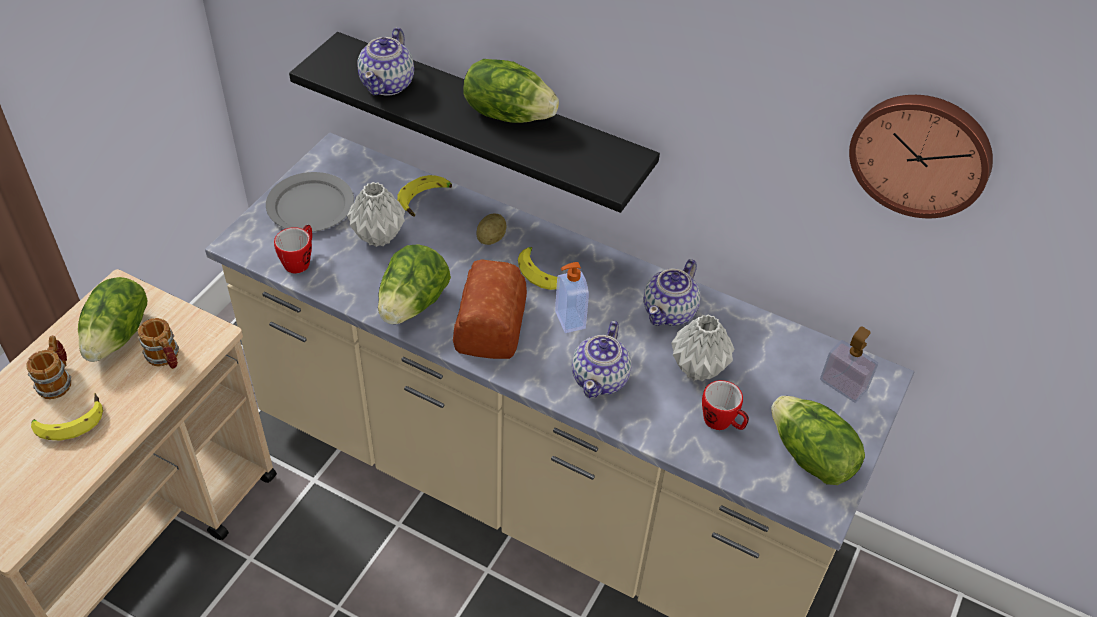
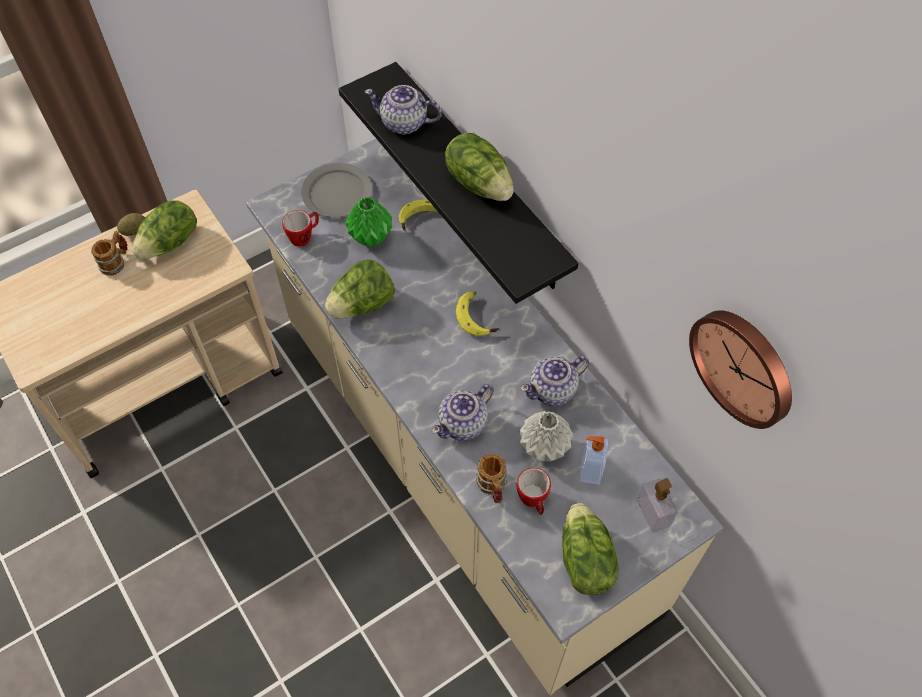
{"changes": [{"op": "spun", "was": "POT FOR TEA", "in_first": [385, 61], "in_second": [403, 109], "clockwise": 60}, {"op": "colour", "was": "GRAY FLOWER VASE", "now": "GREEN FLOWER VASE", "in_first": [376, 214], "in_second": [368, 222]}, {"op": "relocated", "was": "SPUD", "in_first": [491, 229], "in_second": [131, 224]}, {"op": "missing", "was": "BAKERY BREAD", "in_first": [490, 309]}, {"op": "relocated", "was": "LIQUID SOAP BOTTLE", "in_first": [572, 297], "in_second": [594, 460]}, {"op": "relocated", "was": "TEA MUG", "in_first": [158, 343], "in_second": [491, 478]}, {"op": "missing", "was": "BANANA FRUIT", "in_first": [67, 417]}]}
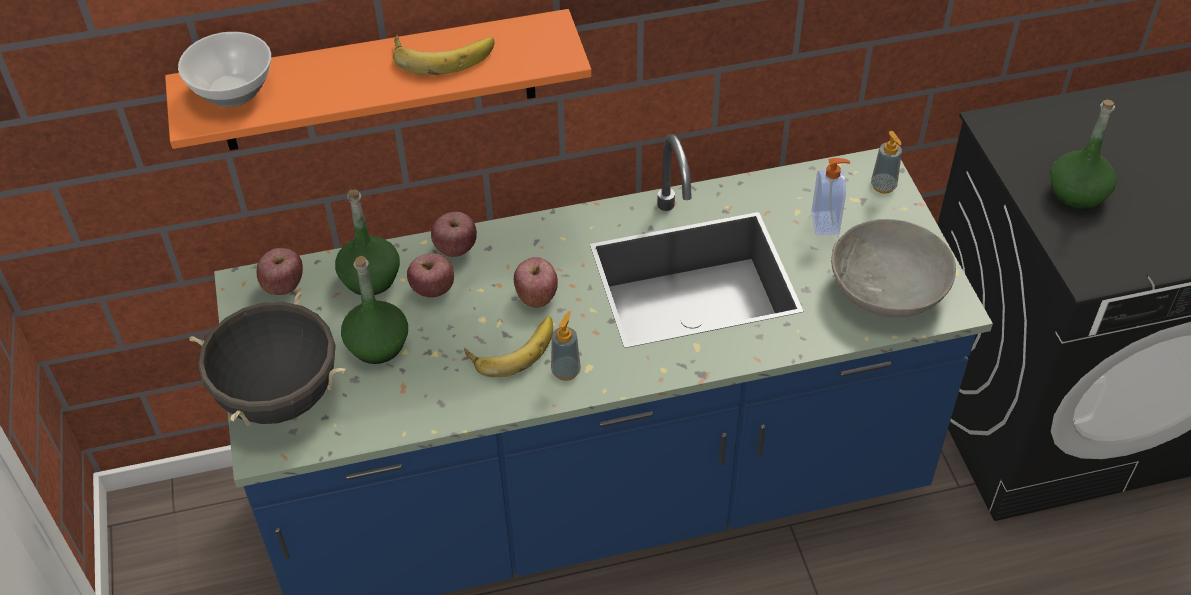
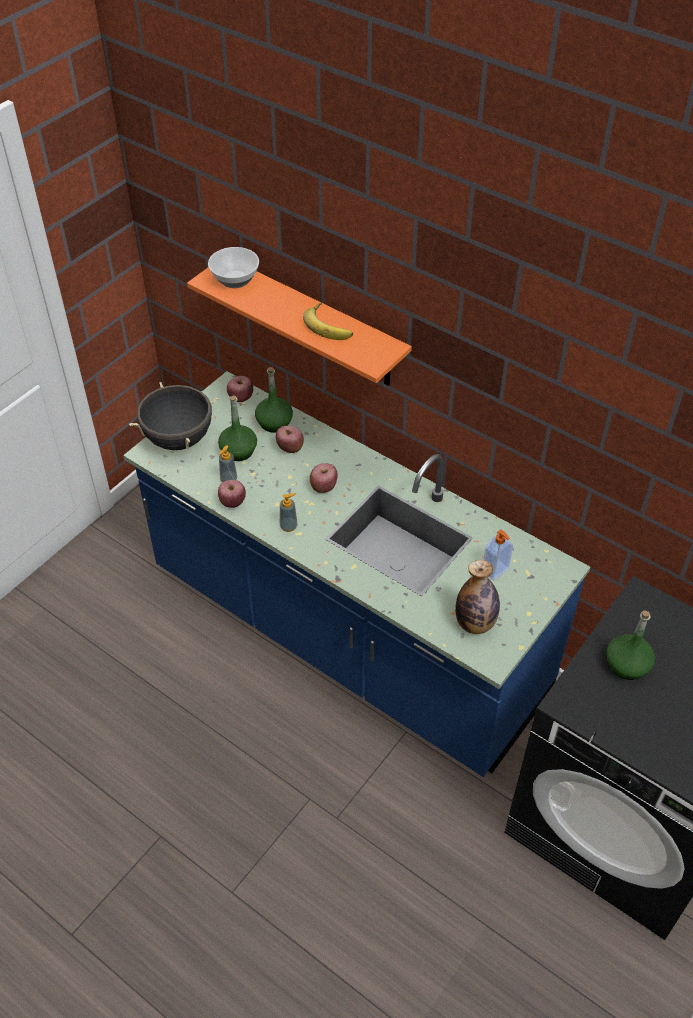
{"changes": [{"op": "relocated", "was": "LIQUID SOAP BOTTLE", "in_first": [886, 162], "in_second": [228, 463]}, {"op": "relocated", "was": "APPLE", "in_first": [454, 234], "in_second": [232, 494]}, {"op": "exchanged", "was": "GRAY DEEP DISH", "now": "DRINK BOTTLE", "in_first": [893, 268], "in_second": [477, 597]}, {"op": "missing", "was": "BANANA FRUIT", "in_first": [509, 346]}]}
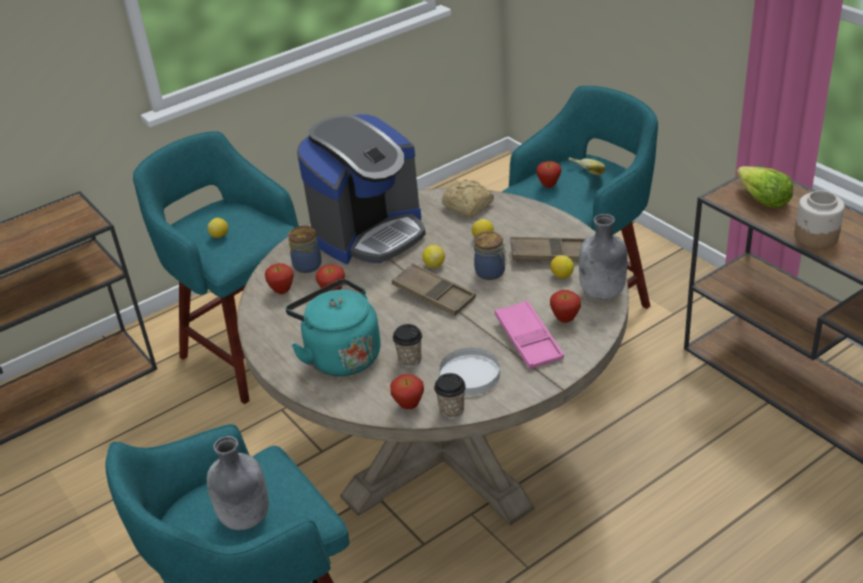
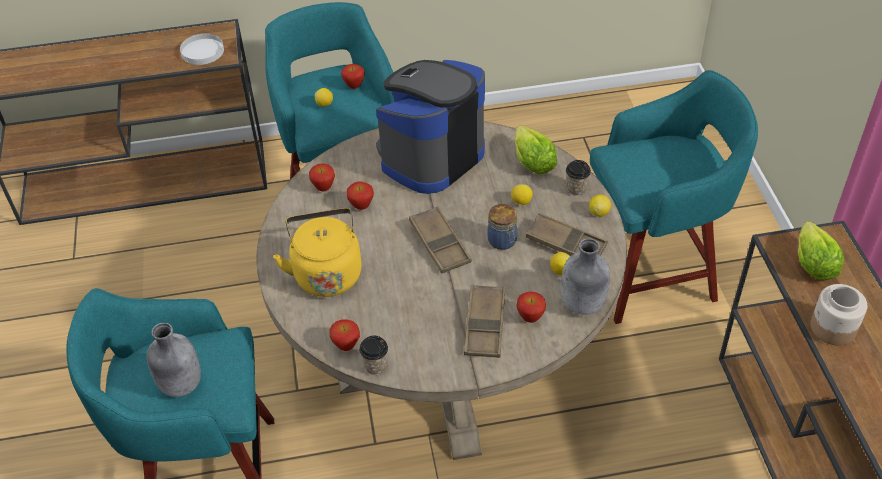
{"changes": [{"op": "spun", "was": "COFFEE BREWER", "in_first": [361, 189], "in_second": [430, 127], "clockwise": 150}, {"op": "missing", "was": "BANANA FRUIT", "in_first": [587, 166]}, {"op": "relocated", "was": "APPLE", "in_first": [548, 174], "in_second": [353, 76]}, {"op": "exchanged", "was": "BAKERY BREAD", "now": "LETTUCE", "in_first": [468, 198], "in_second": [536, 149]}, {"op": "missing", "was": "JAR", "in_first": [305, 249]}, {"op": "relocated", "was": "CITRUS FRUIT", "in_first": [433, 256], "in_second": [600, 206]}, {"op": "colour", "was": "BLUE-GREEN WATER KETTLE", "now": "YELLOW WATER KETTLE", "in_first": [333, 328], "in_second": [317, 252]}, {"op": "colour", "was": "PINKISH CARRYING TRAY", "now": "BROWN-COLOURED CARRYING TRAY", "in_first": [529, 334], "in_second": [484, 321]}, {"op": "relocated", "was": "CUP", "in_first": [407, 345], "in_second": [578, 178]}, {"op": "relocated", "was": "WHITISH PLATE", "in_first": [469, 371], "in_second": [202, 49]}]}
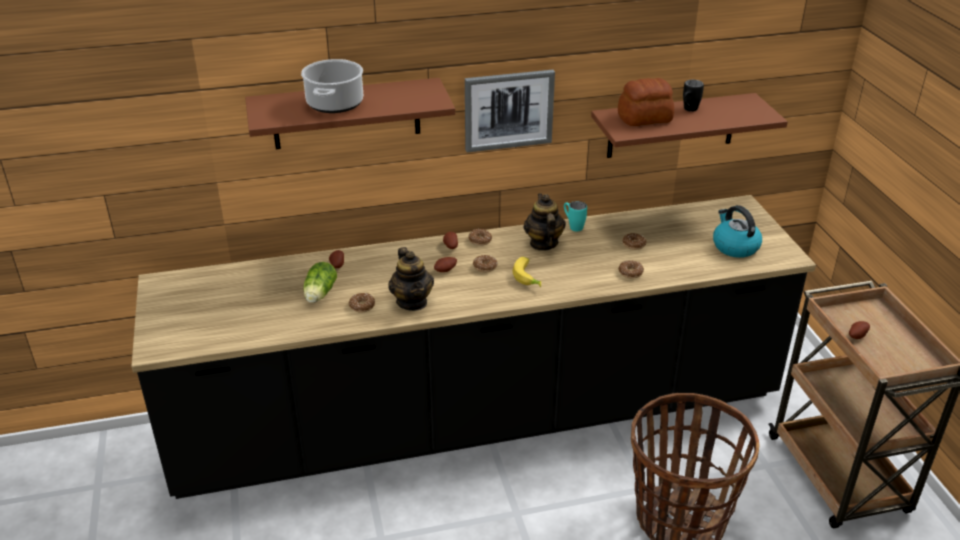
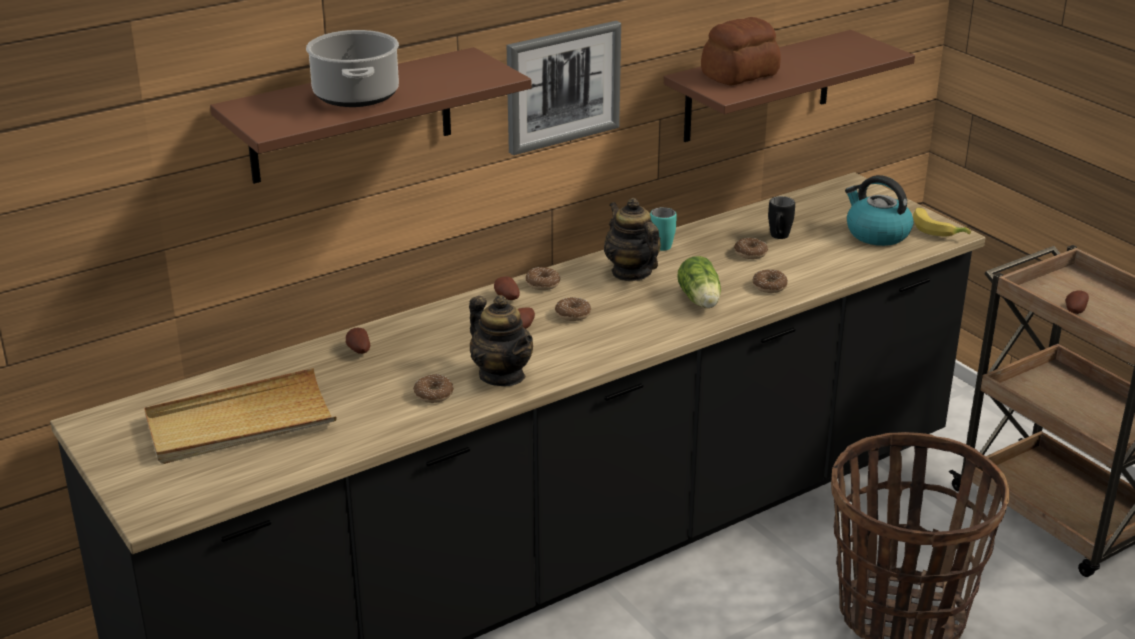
{"changes": [{"op": "relocated", "was": "BLACK-COLOURED TEA MUG", "in_first": [693, 96], "in_second": [781, 217]}, {"op": "relocated", "was": "BANANA FRUIT", "in_first": [527, 272], "in_second": [942, 222]}, {"op": "relocated", "was": "LETTUCE", "in_first": [320, 282], "in_second": [699, 282]}, {"op": "appeared", "now": "SAND-COLOURED CARRYING TRAY", "in_second": [240, 416]}]}
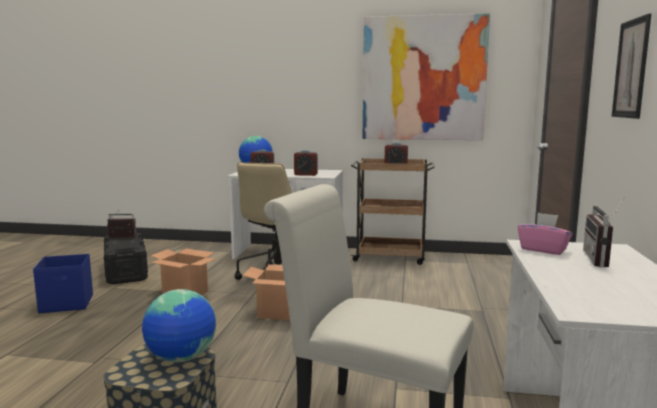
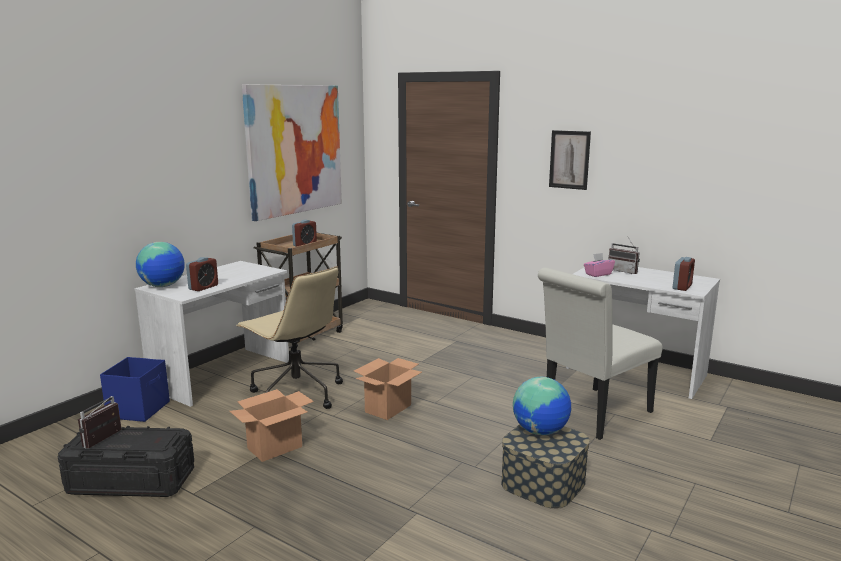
{"changes": [{"op": "relocated", "was": "BEDSIDE CLOCK", "in_first": [306, 163], "in_second": [684, 274]}, {"op": "relocated", "was": "BLUISH STORAGE CONTAINER", "in_first": [63, 283], "in_second": [135, 389]}]}
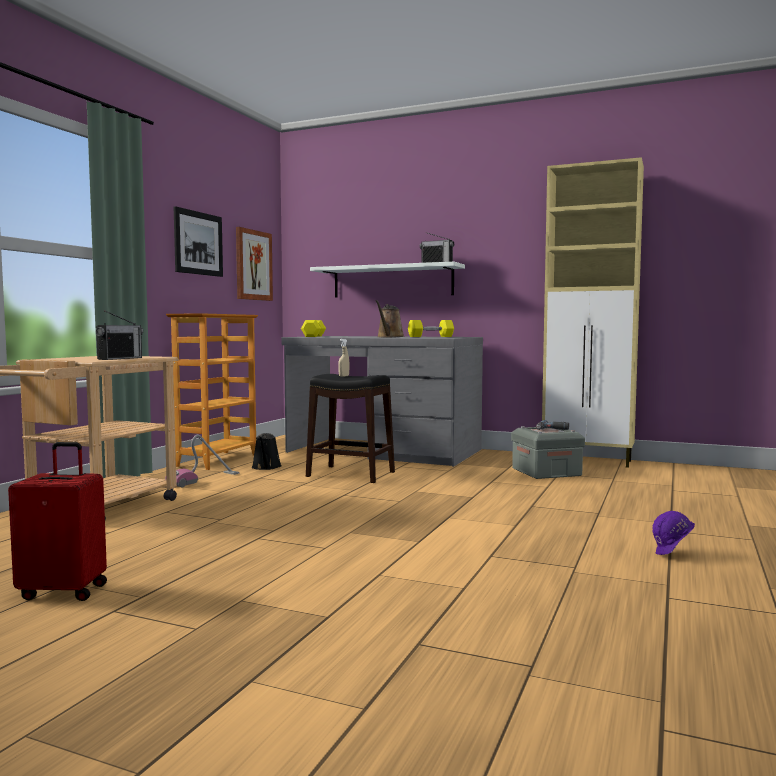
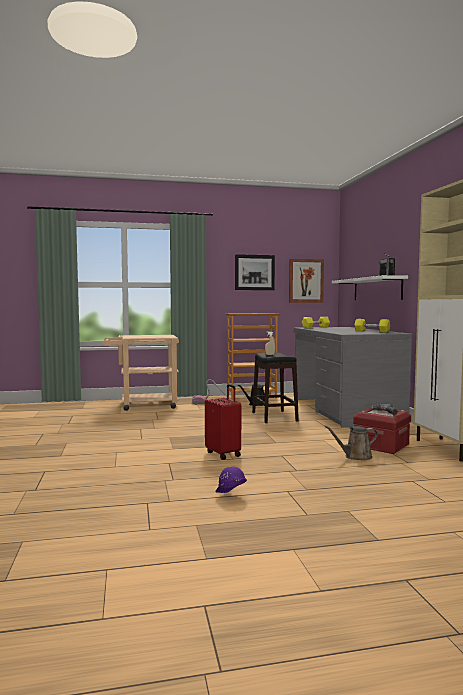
{"changes": [{"op": "relocated", "was": "BROWN-COLOURED WATERING CAN", "in_first": [390, 318], "in_second": [351, 443]}, {"op": "missing", "was": "RADIO", "in_first": [119, 335]}, {"op": "colour", "was": "GRAY STORAGE CONTAINER", "now": "RED-COLOURED STORAGE CONTAINER", "in_first": [548, 452], "in_second": [382, 431]}, {"op": "relocated", "was": "RED-COLOURED SUITCASE", "in_first": [57, 521], "in_second": [223, 422]}]}
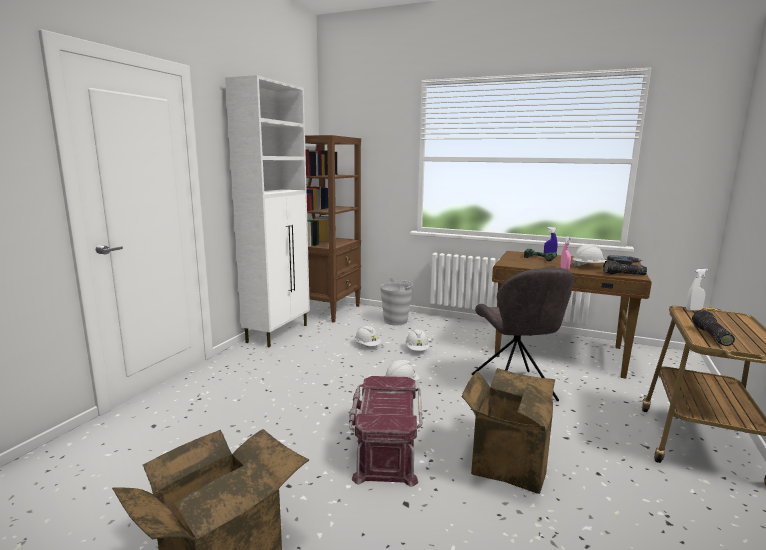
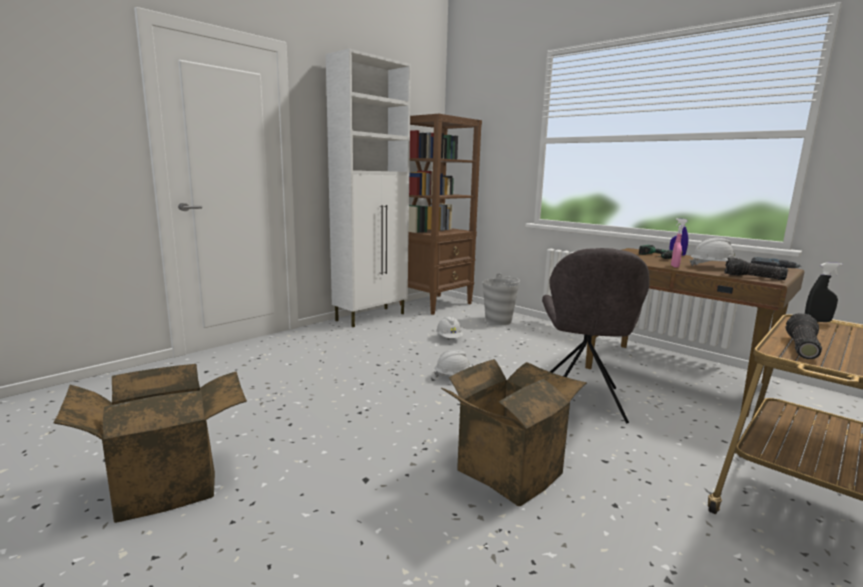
{"changes": [{"op": "colour", "was": "WHITISH SPRAYER", "now": "BLACK-COLOURED SPRAYER", "in_first": [697, 290], "in_second": [824, 292]}, {"op": "missing", "was": "WHITISH SAFETY HELMET", "in_first": [417, 340]}, {"op": "missing", "was": "RED-COLOURED STORAGE CONTAINER", "in_first": [385, 431]}]}
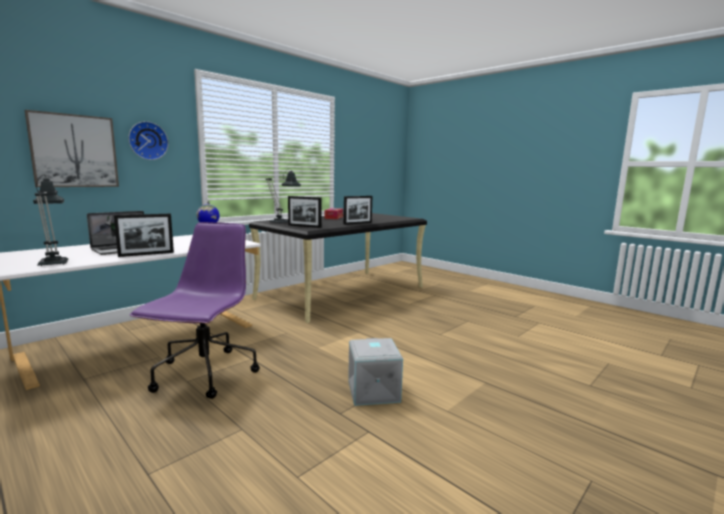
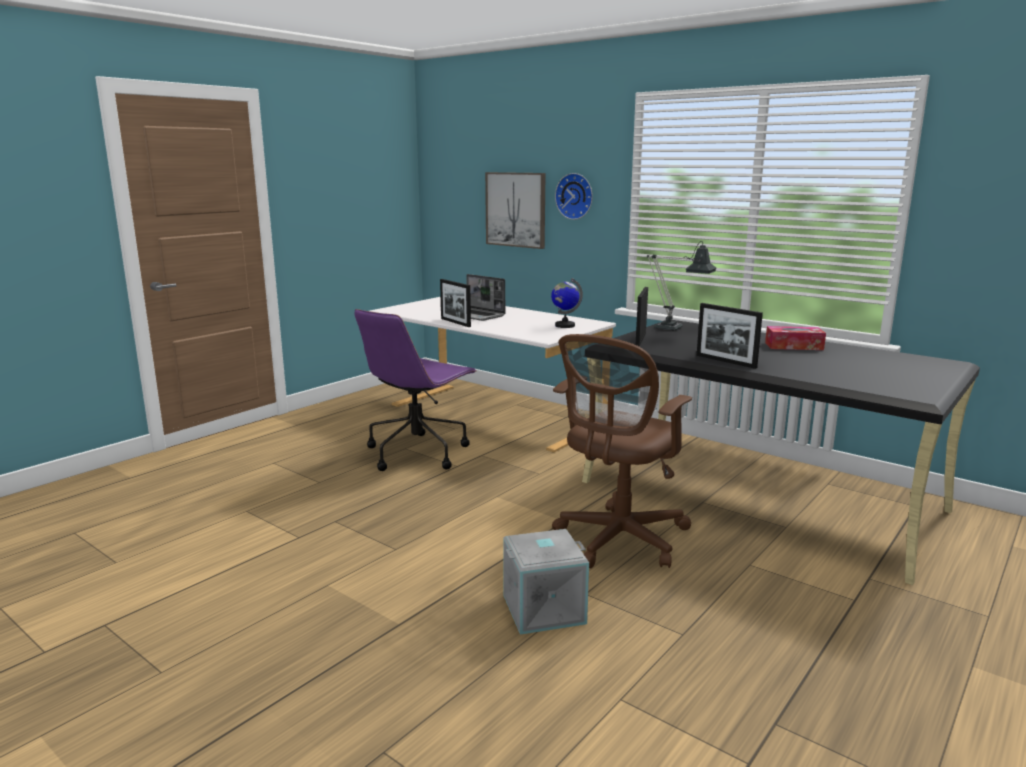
{"changes": [{"op": "missing", "was": "TABLE LAMP", "in_first": [50, 220]}, {"op": "spun", "was": "PURPLISH COMPUTER CHAIR", "in_first": [194, 310], "in_second": [415, 390], "clockwise": 120}, {"op": "relocated", "was": "GRAY STORAGE CONTAINER", "in_first": [375, 372], "in_second": [546, 582]}, {"op": "appeared", "now": "BROWN-COLOURED COMPUTER CHAIR", "in_second": [622, 451]}]}
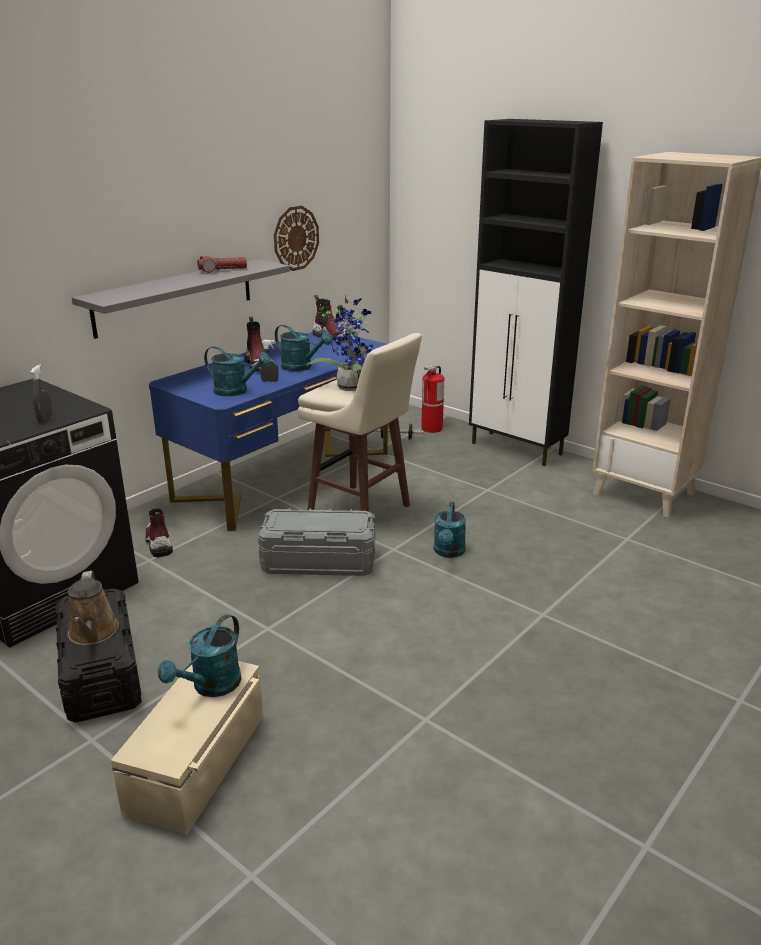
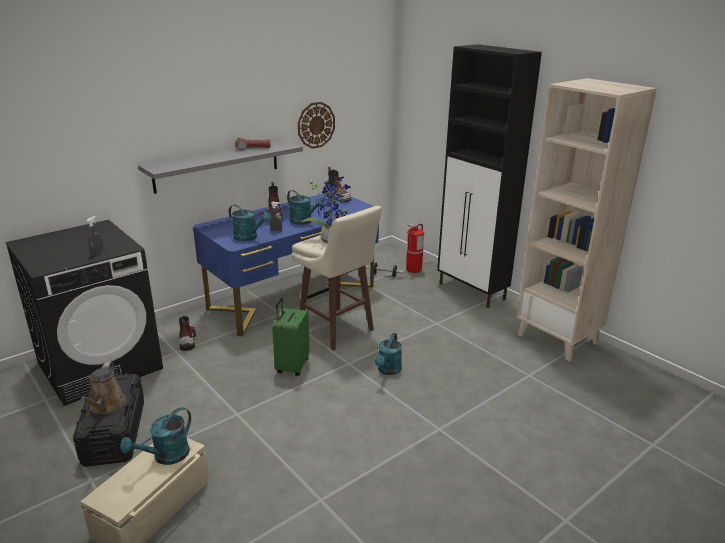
{"changes": [{"op": "exchanged", "was": "GRAY STORAGE CONTAINER", "now": "GREEN SUITCASE", "in_first": [316, 542], "in_second": [290, 337]}]}
